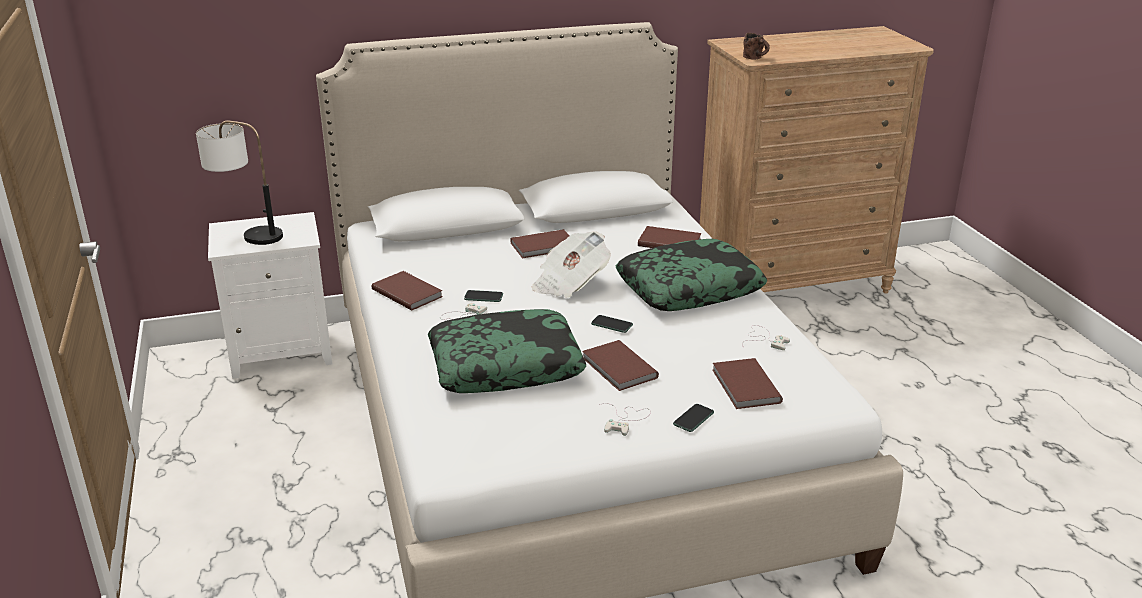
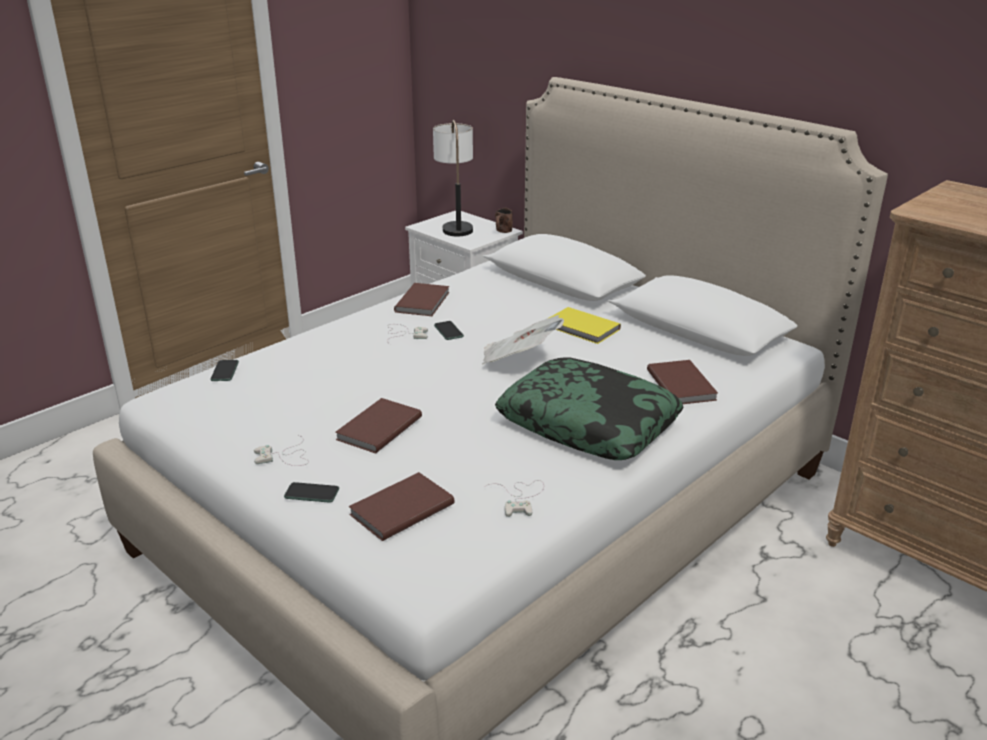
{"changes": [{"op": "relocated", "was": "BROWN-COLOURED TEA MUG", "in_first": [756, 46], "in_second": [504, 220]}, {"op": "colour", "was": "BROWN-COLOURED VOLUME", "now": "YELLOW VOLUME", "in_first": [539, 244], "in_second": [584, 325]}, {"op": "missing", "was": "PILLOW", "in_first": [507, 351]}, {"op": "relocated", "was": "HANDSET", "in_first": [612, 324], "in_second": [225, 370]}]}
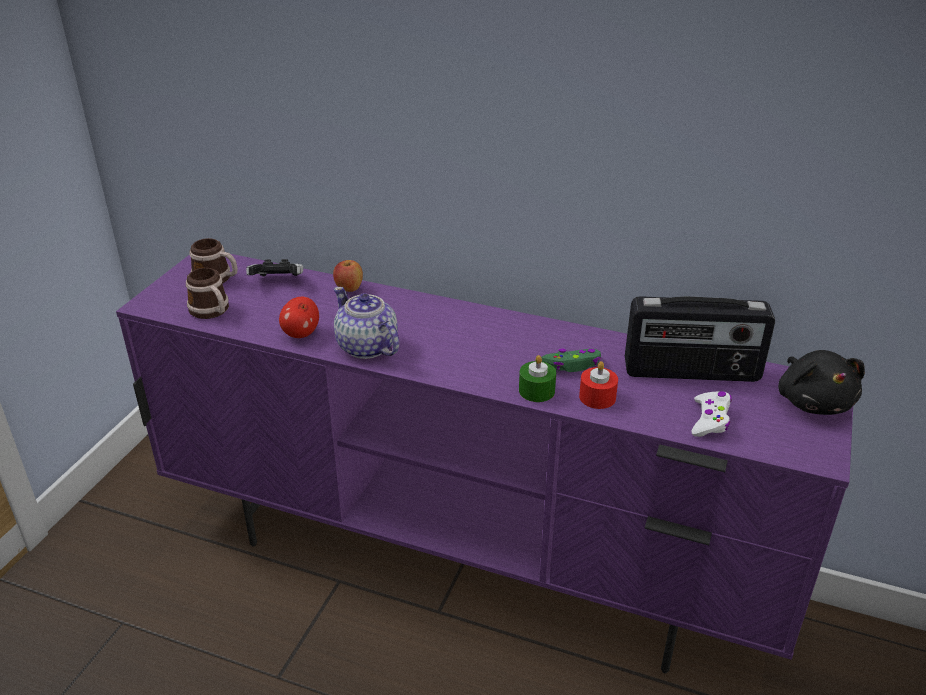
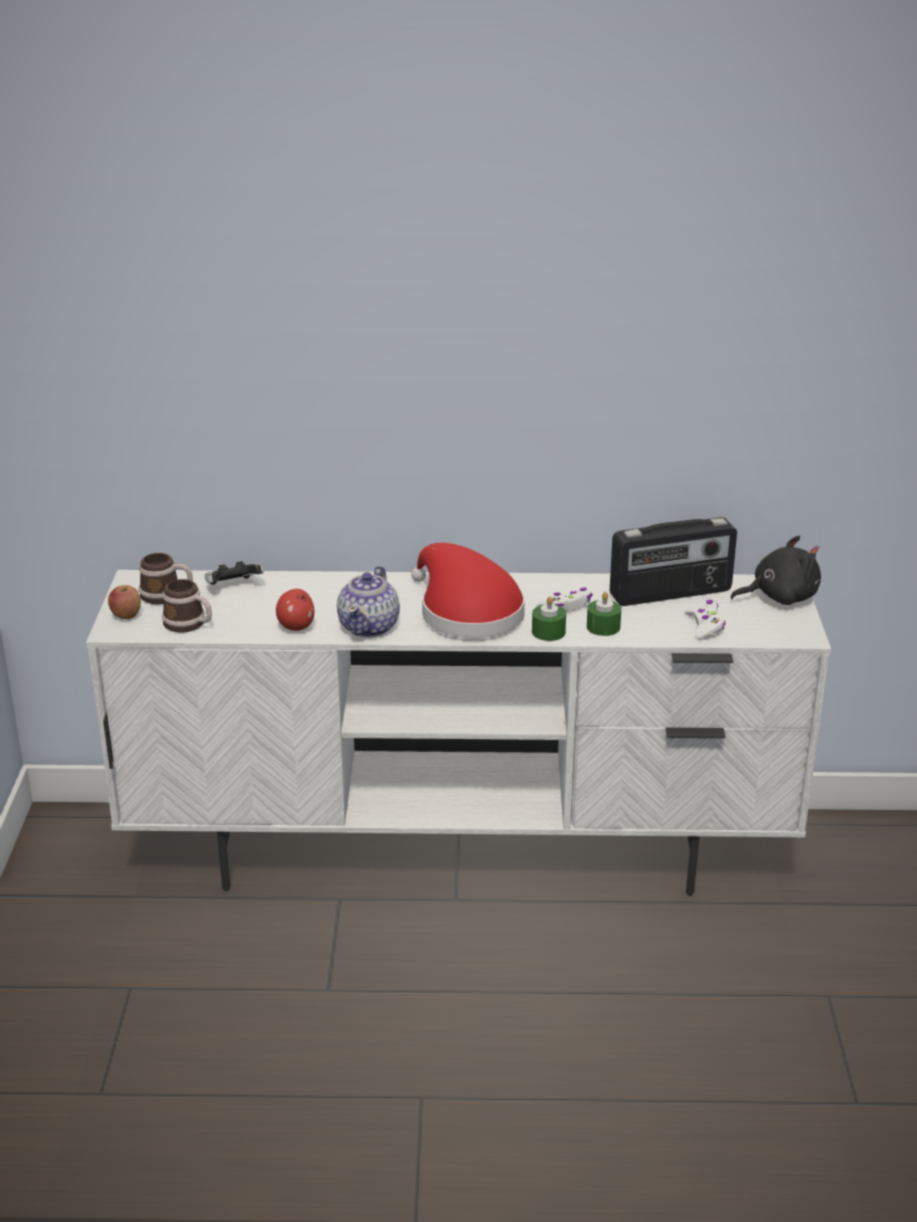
{"changes": [{"op": "colour", "was": "PURPLISH TV STAND", "now": "WHITISH TV STAND", "in_first": [484, 463], "in_second": [458, 733]}, {"op": "relocated", "was": "APPLE", "in_first": [348, 276], "in_second": [124, 602]}, {"op": "spun", "was": "POT FOR TEA", "in_first": [366, 323], "in_second": [368, 601], "clockwise": -105}, {"op": "colour", "was": "GREEN GAMEPAD", "now": "WHITISH GAMEPAD", "in_first": [571, 360], "in_second": [565, 600]}, {"op": "spun", "was": "BLACK-COLOURED SOFT TOY", "in_first": [821, 382], "in_second": [776, 570], "clockwise": -75}, {"op": "colour", "was": "RED-COLOURED WAX LIGHT", "now": "GREEN WAX LIGHT", "in_first": [598, 385], "in_second": [604, 614]}, {"op": "appeared", "now": "RED-COLOURED WEARABLE HAT", "in_second": [468, 590]}]}
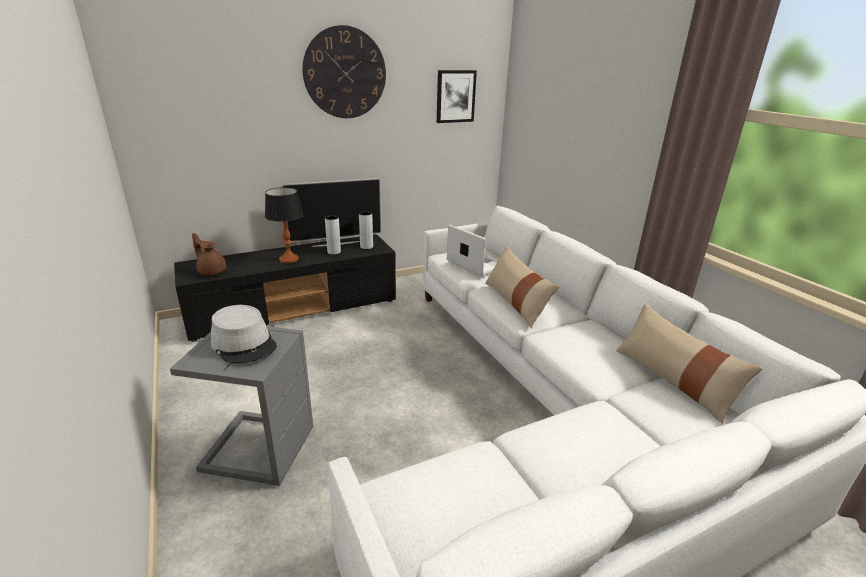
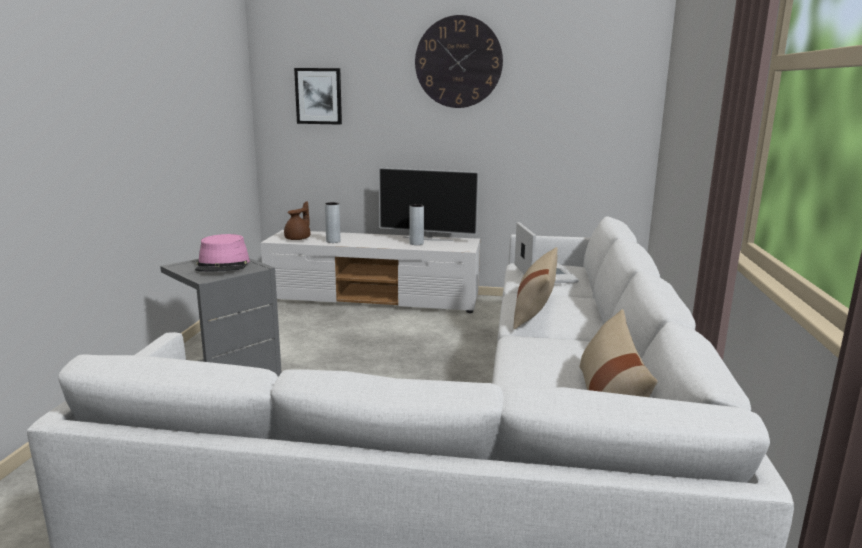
{"changes": [{"op": "relocated", "was": "WALL ART", "in_first": [457, 96], "in_second": [318, 96]}, {"op": "missing", "was": "TABLE LAMP", "in_first": [284, 225]}, {"op": "relocated", "was": "GRAY FLOWER VASE", "in_first": [366, 230], "in_second": [333, 222]}, {"op": "spun", "was": "BROWN-COLOURED POT FOR TEA", "in_first": [209, 254], "in_second": [297, 220], "clockwise": 45}, {"op": "colour", "was": "BLACK-COLOURED TV STAND", "now": "WHITISH TV STAND", "in_first": [285, 288], "in_second": [370, 271]}, {"op": "colour", "was": "GRAY WEARABLE HAT", "now": "PINKISH WEARABLE HAT", "in_first": [244, 334], "in_second": [222, 253]}]}
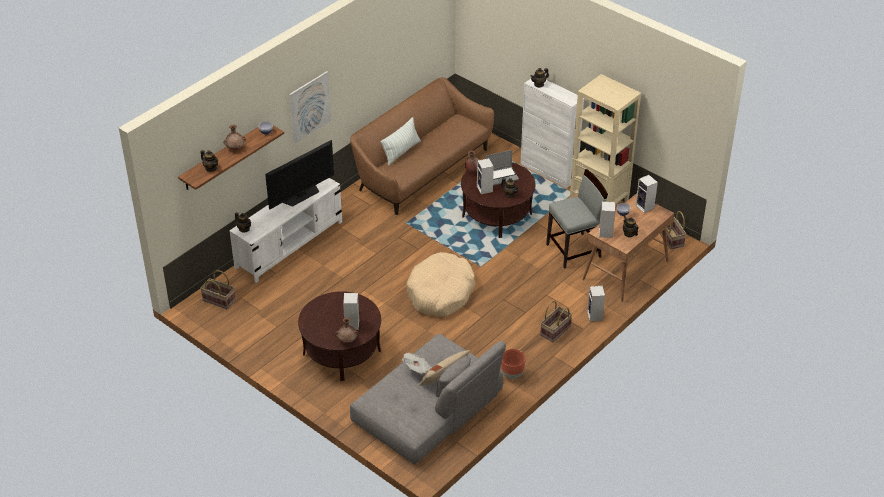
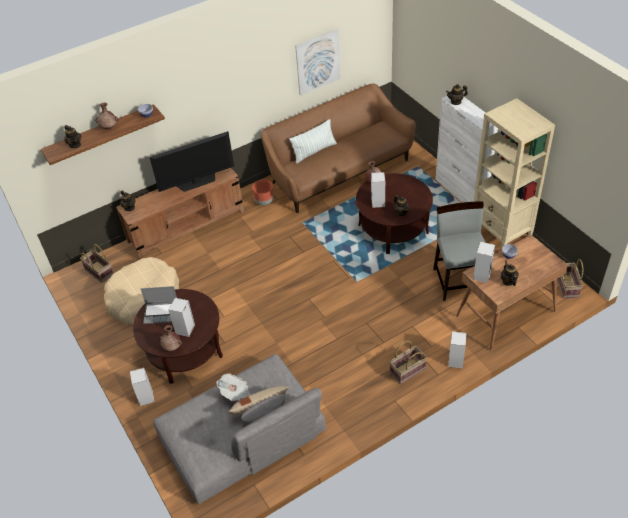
{"changes": [{"op": "relocated", "was": "WALL ART", "in_first": [310, 107], "in_second": [318, 62]}, {"op": "relocated", "was": "PORTABLE COMPUTER", "in_first": [502, 168], "in_second": [159, 305]}, {"op": "spun", "was": "GRAY CHAIR", "in_first": [577, 219], "in_second": [459, 251], "clockwise": -90}, {"op": "relocated", "was": "SPEAKER", "in_first": [646, 194], "in_second": [142, 387]}, {"op": "colour", "was": "WHITISH TV STAND", "now": "BROWN-COLOURED TV STAND", "in_first": [285, 230], "in_second": [180, 214]}, {"op": "relocated", "was": "SAND-COLOURED DOG CUSHION", "in_first": [441, 284], "in_second": [141, 291]}, {"op": "relocated", "was": "BROWN-COLOURED PLANT POT", "in_first": [513, 364], "in_second": [263, 193]}]}
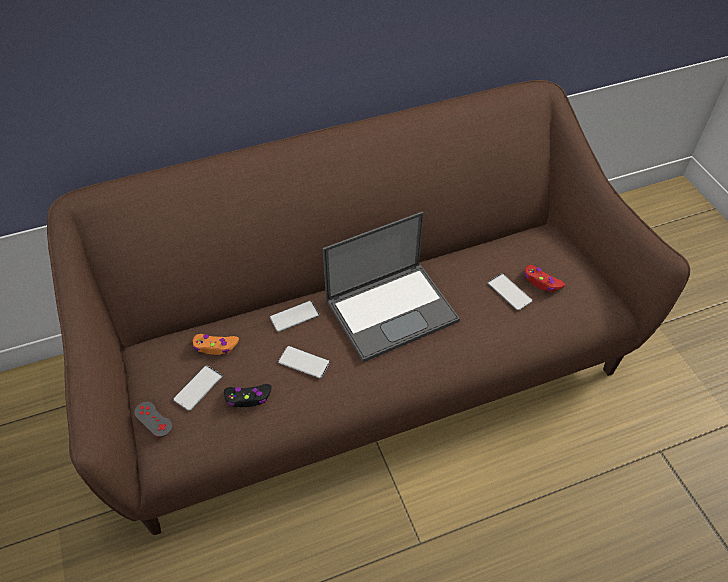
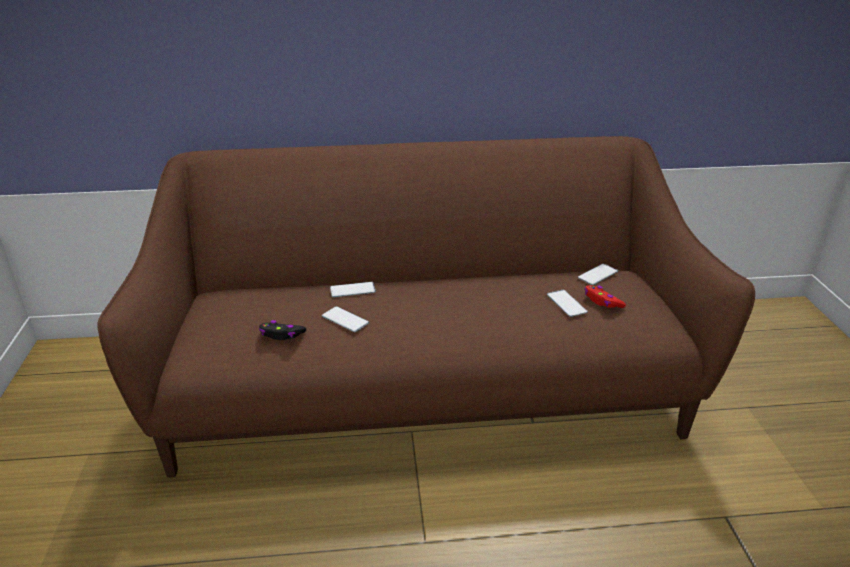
{"changes": [{"op": "missing", "was": "PORTABLE COMPUTER", "in_first": [391, 286]}, {"op": "missing", "was": "ORANGE GAMEPAD", "in_first": [216, 344]}, {"op": "relocated", "was": "HANDSET", "in_first": [197, 388], "in_second": [598, 274]}, {"op": "missing", "was": "GRAY GAMEPAD", "in_first": [153, 419]}]}
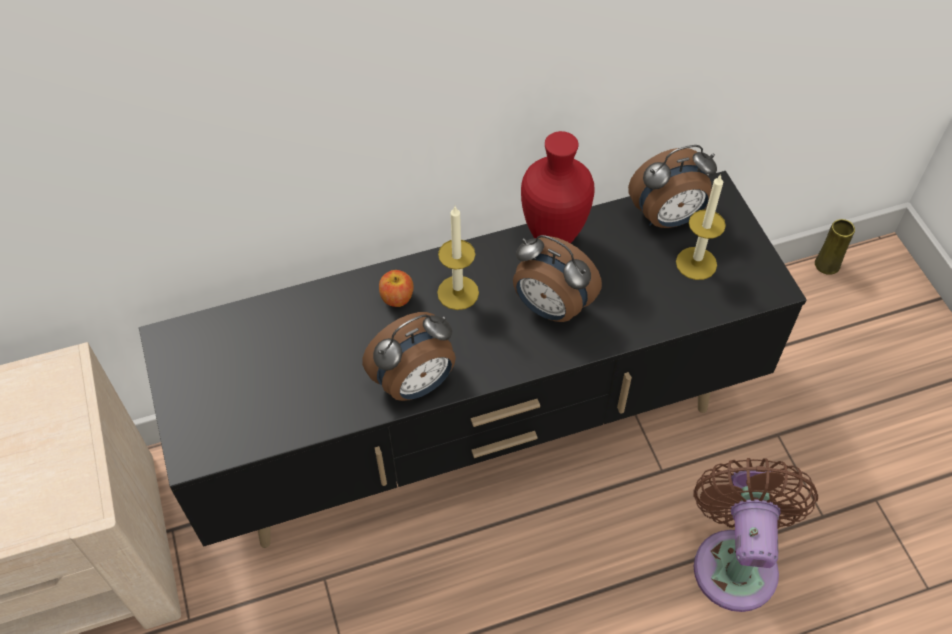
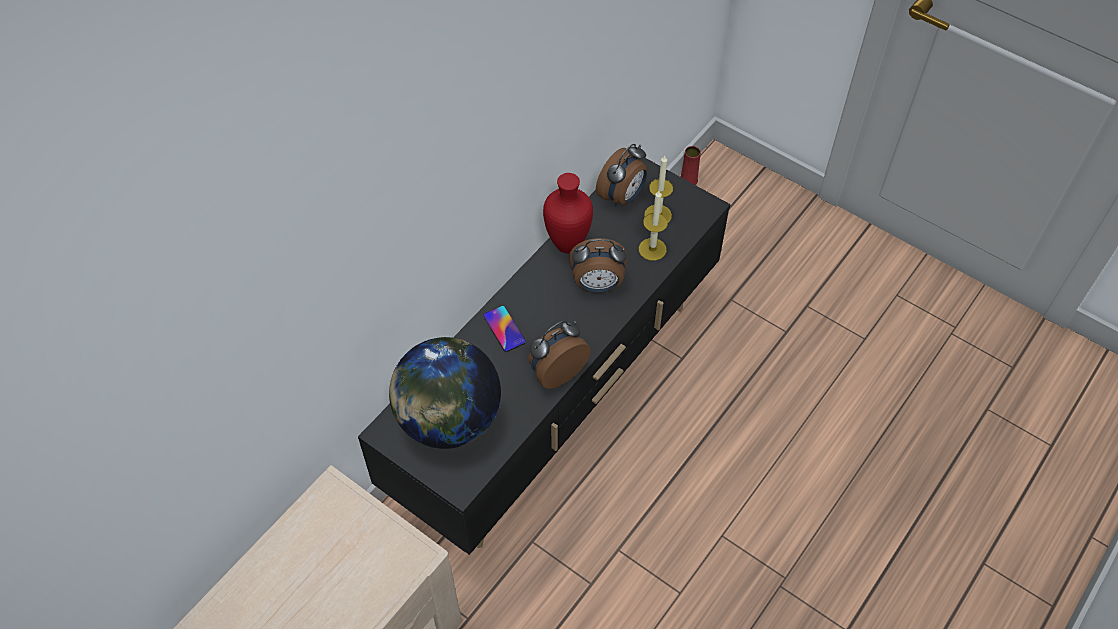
{"changes": [{"op": "relocated", "was": "WAX LIGHT", "in_first": [458, 258], "in_second": [653, 226]}, {"op": "colour", "was": "YELLOW FLOWER VASE", "now": "RED-COLOURED FLOWER VASE", "in_first": [835, 247], "in_second": [691, 165]}, {"op": "exchanged", "was": "APPLE", "now": "HANDSET", "in_first": [396, 288], "in_second": [504, 329]}, {"op": "spun", "was": "BEDSIDE CLOCK", "in_first": [409, 356], "in_second": [559, 355], "clockwise": -150}, {"op": "missing", "was": "BROWN-COLOURED ELECTRIC FAN", "in_first": [755, 535]}, {"op": "appeared", "now": "GLOBE", "in_second": [445, 393]}]}
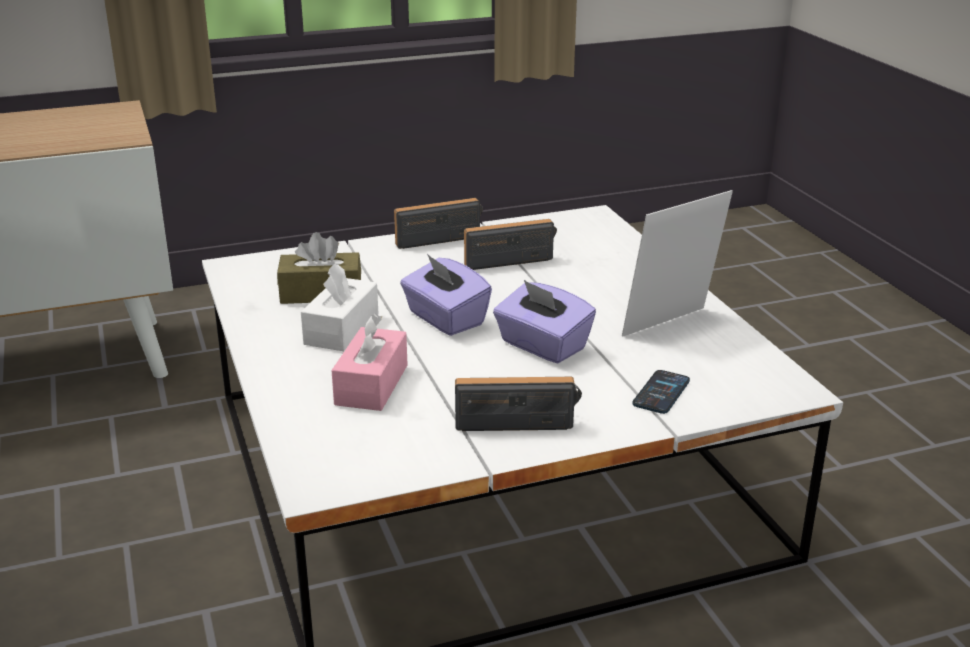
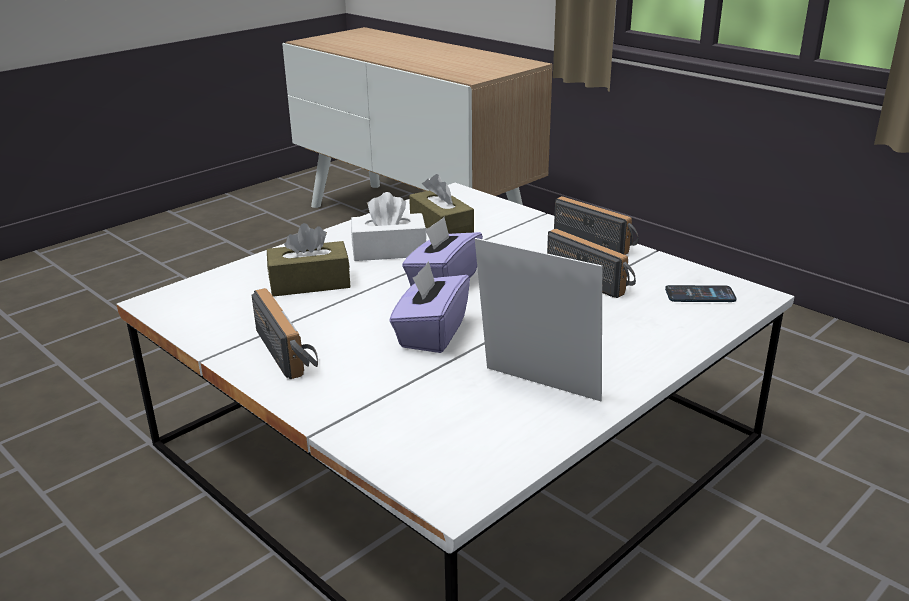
{"changes": [{"op": "colour", "was": "PINKISH BOX OF TISSUES", "now": "BROWN-COLOURED BOX OF TISSUES", "in_first": [369, 362], "in_second": [309, 260]}, {"op": "relocated", "was": "HANDSET", "in_first": [661, 392], "in_second": [700, 293]}]}
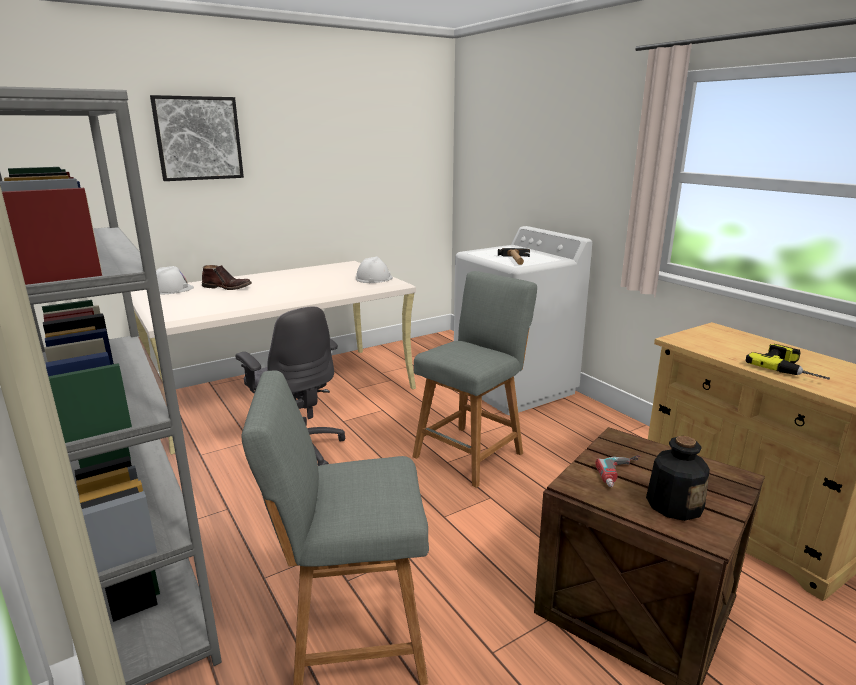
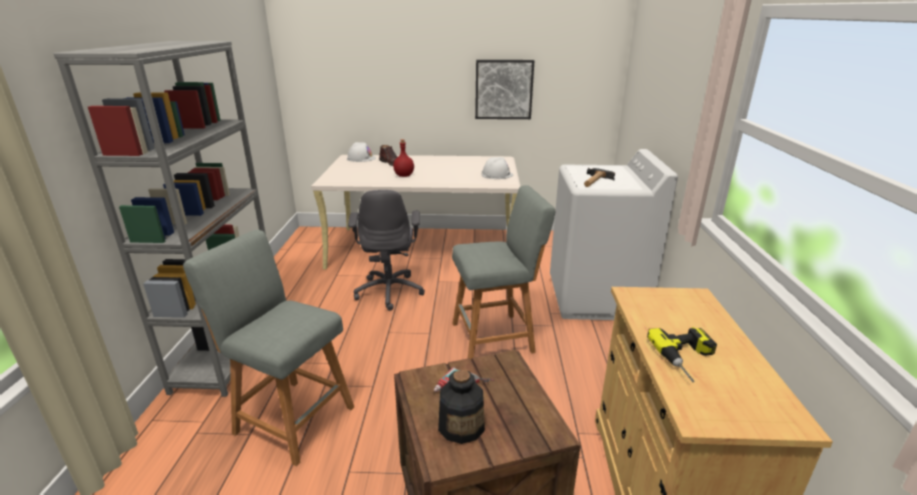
{"changes": [{"op": "relocated", "was": "WALL ART", "in_first": [197, 138], "in_second": [505, 89]}, {"op": "appeared", "now": "RED-COLOURED DRINK BOTTLE", "in_second": [403, 158]}]}
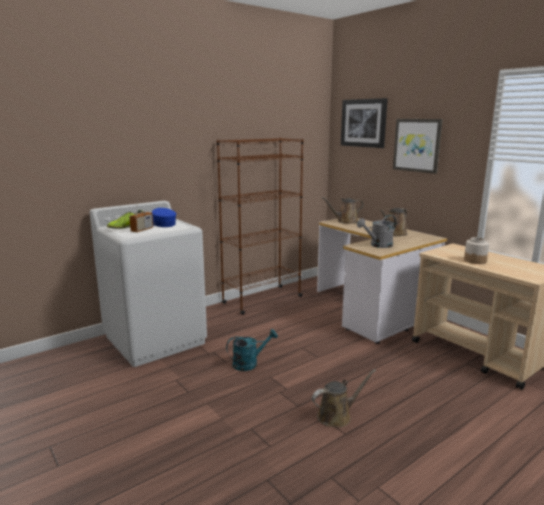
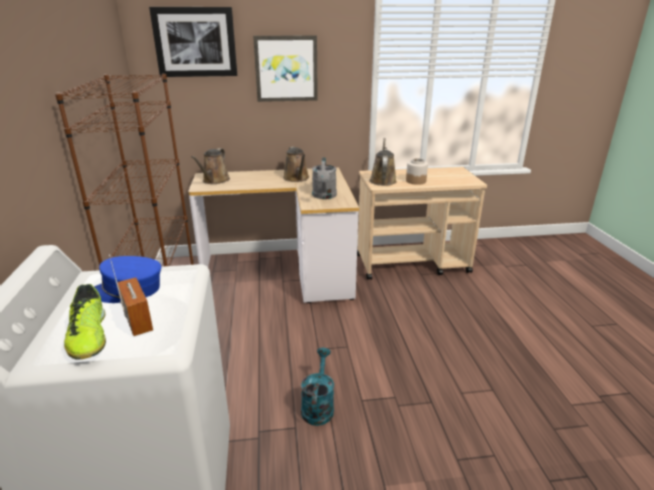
{"changes": [{"op": "relocated", "was": "BROWN-COLOURED WATERING CAN", "in_first": [344, 398], "in_second": [383, 162]}]}
